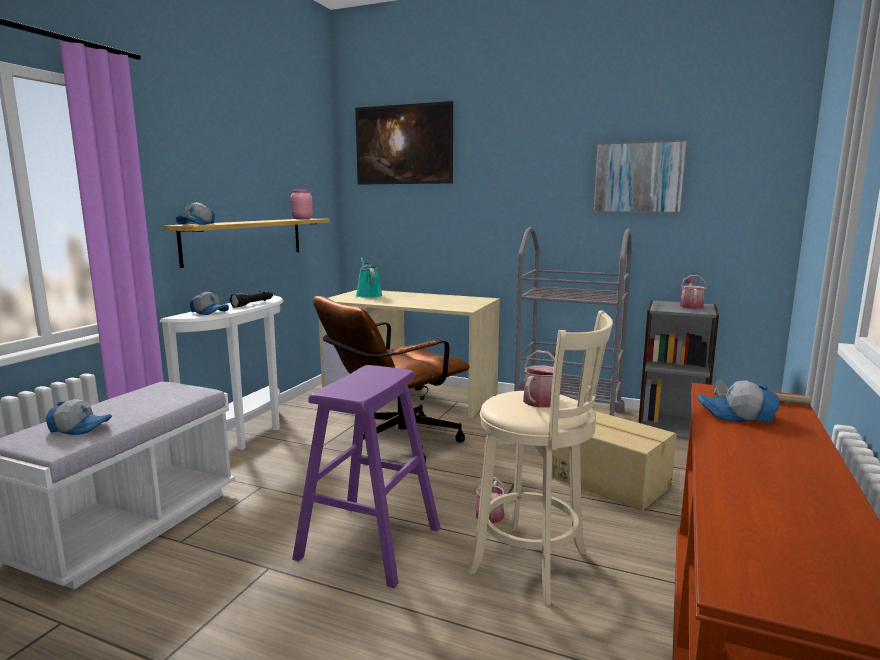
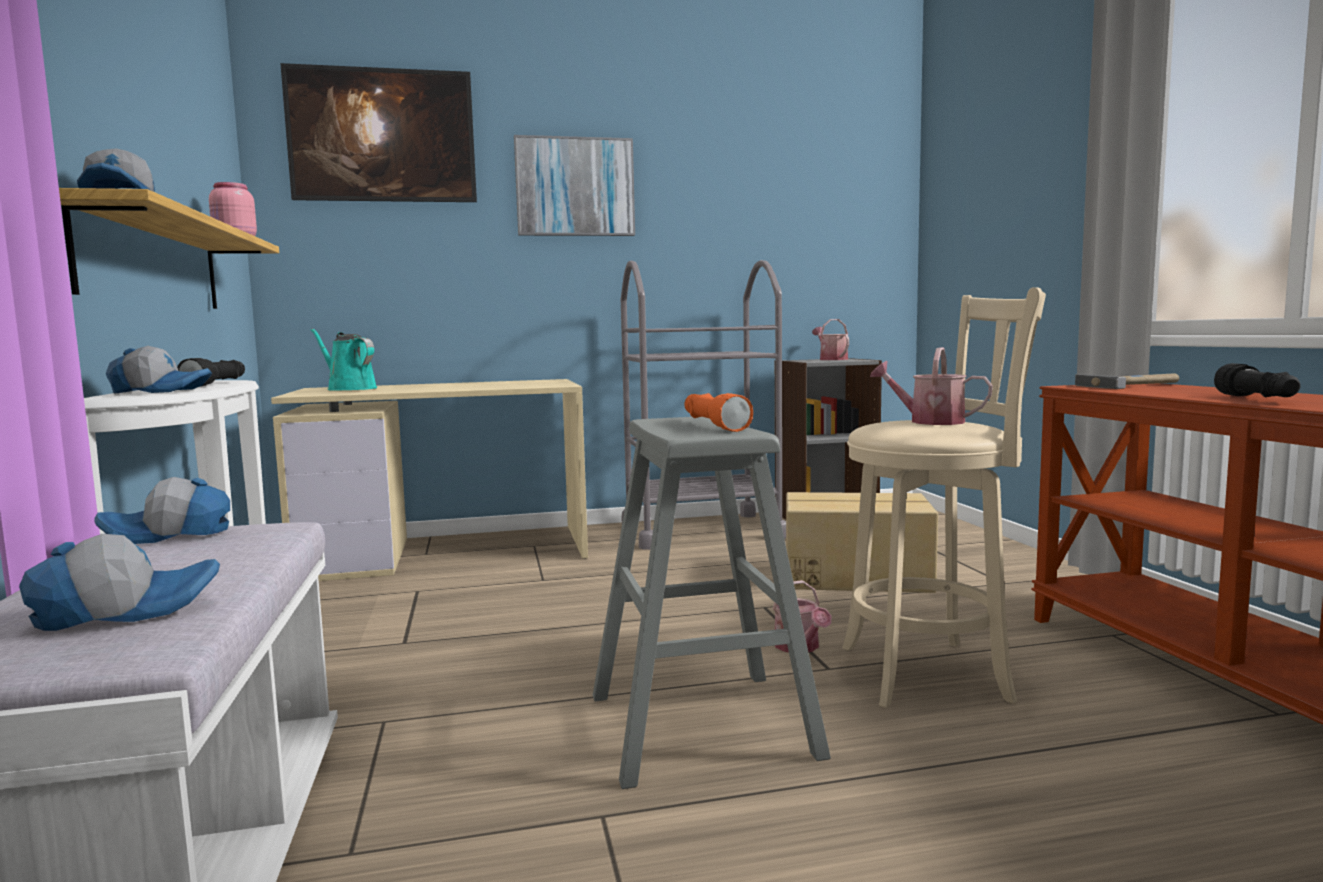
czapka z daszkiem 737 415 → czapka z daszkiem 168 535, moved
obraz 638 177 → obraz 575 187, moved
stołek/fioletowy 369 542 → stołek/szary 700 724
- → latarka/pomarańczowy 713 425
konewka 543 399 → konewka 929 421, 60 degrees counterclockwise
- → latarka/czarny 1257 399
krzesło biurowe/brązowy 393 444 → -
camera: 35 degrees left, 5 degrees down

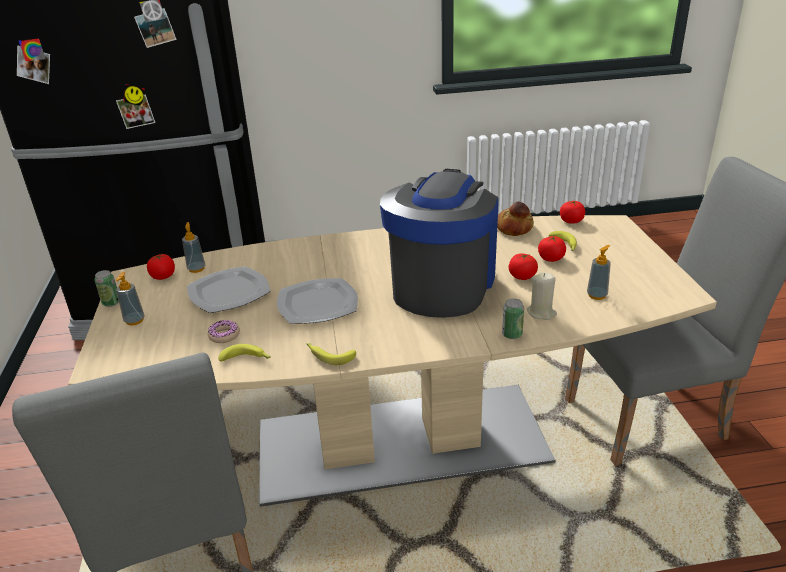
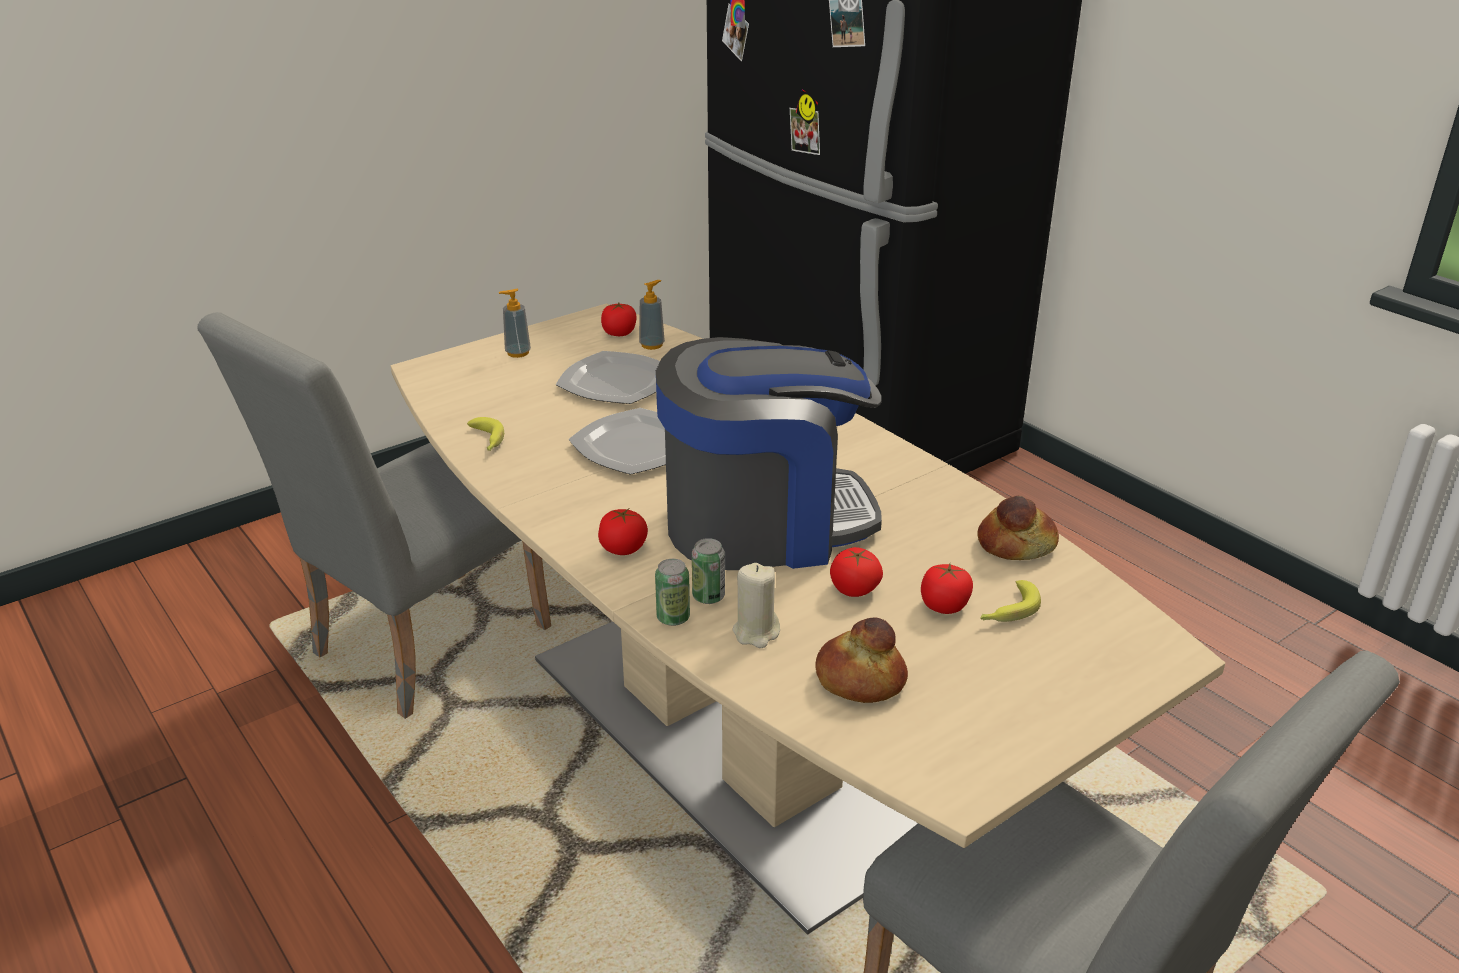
pomidor 571 221 → pomidor 623 548, moved
puszka 111 303 → puszka 708 596, moved
dozownik mydła 597 295 → chleb 859 679
donut 224 335 → -
banan 329 355 → -
camera: 60 degrees right, 0 degrees up

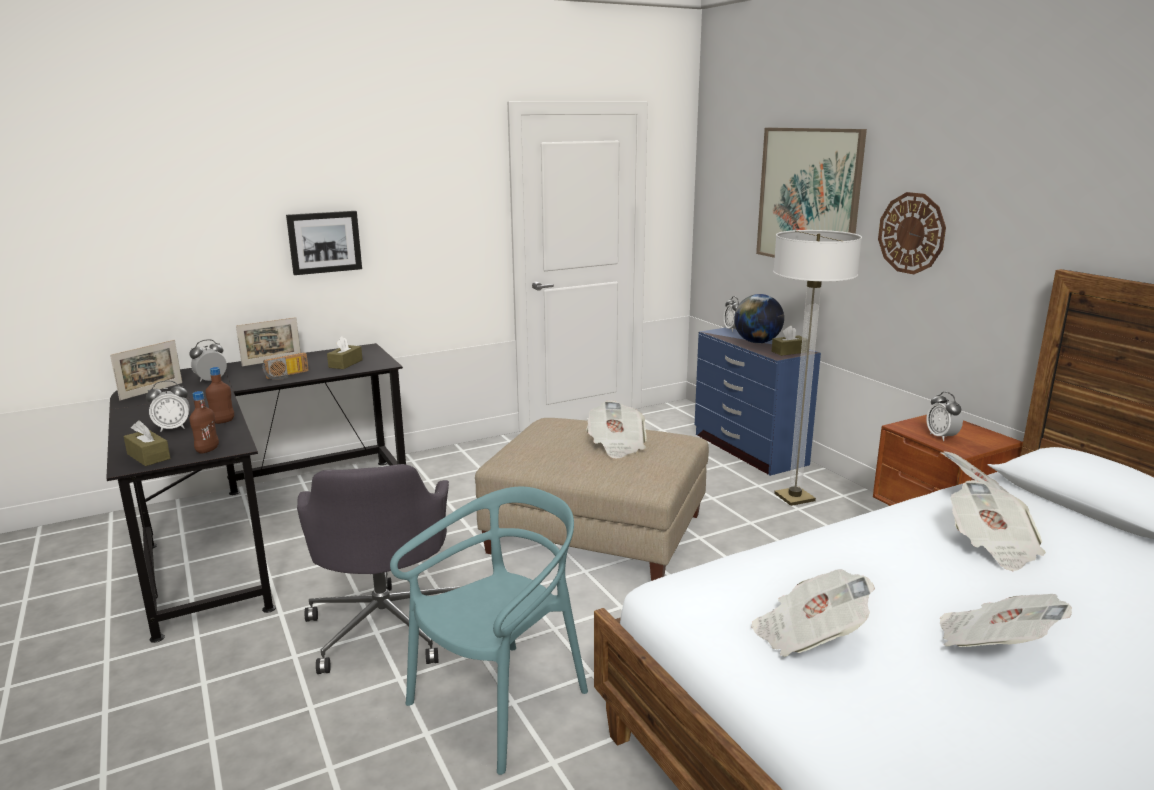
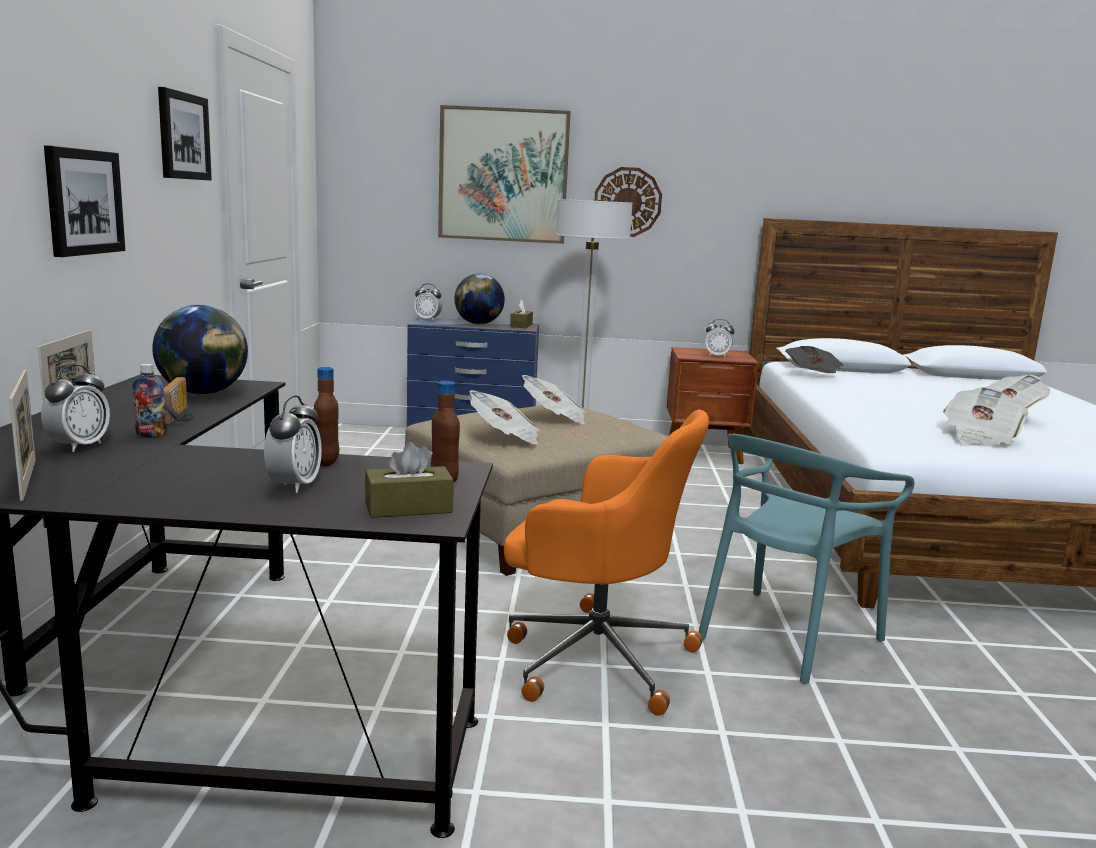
budzik 211 380 → budzik 79 446, 150 degrees counterclockwise
- → butelka 151 434
pudełko chusteczek/brązowy 345 363 → globus 203 393
- → obraz 183 136
gazeta 993 547 → gazeta 505 437, moved
krzesło biurowe/szary 385 625 → krzesło biurowe/pomarańczowy 594 657
krzesło/turkusowy 500 703 → krzesło/turkusowy 786 635, 120 degrees counterclockwise
camera: 60 degrees left, 5 degrees down

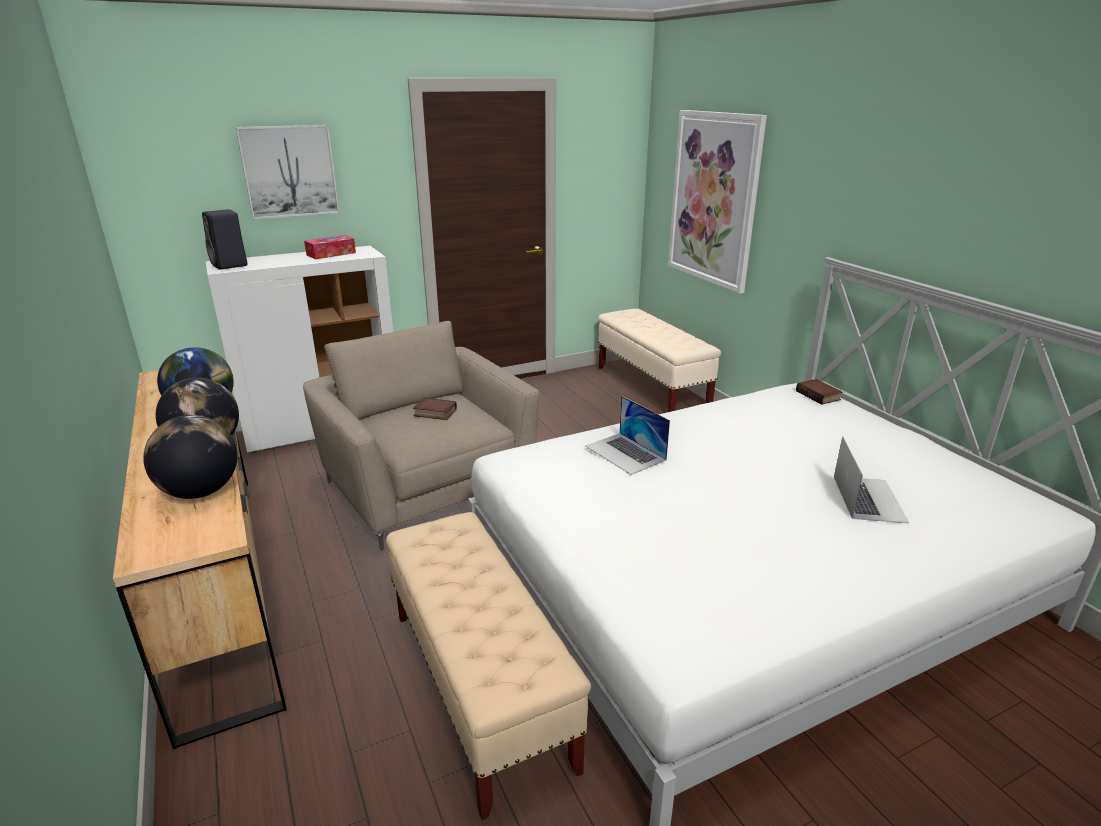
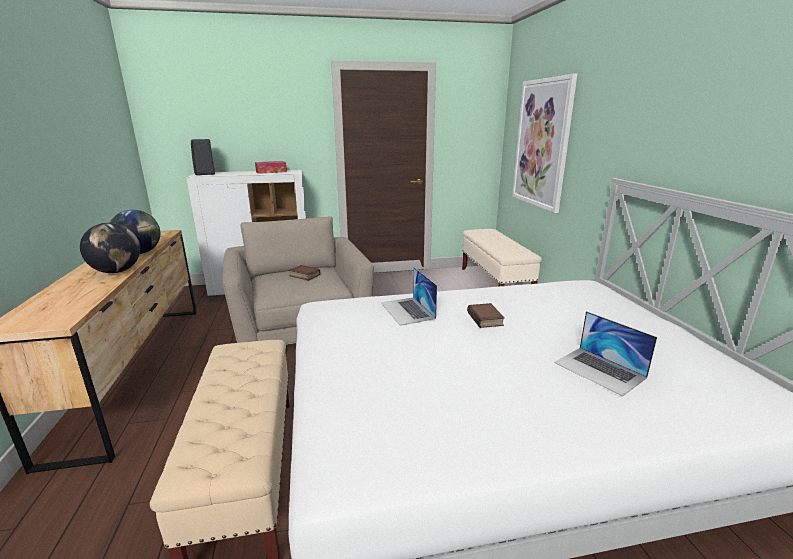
książka 819 395 → książka 486 319, moved
laptop 868 498 → laptop 599 370, 120 degrees clockwise
globus 201 492 → -
obraz 289 171 → -
camera: 15 degrees right, 5 degrees down

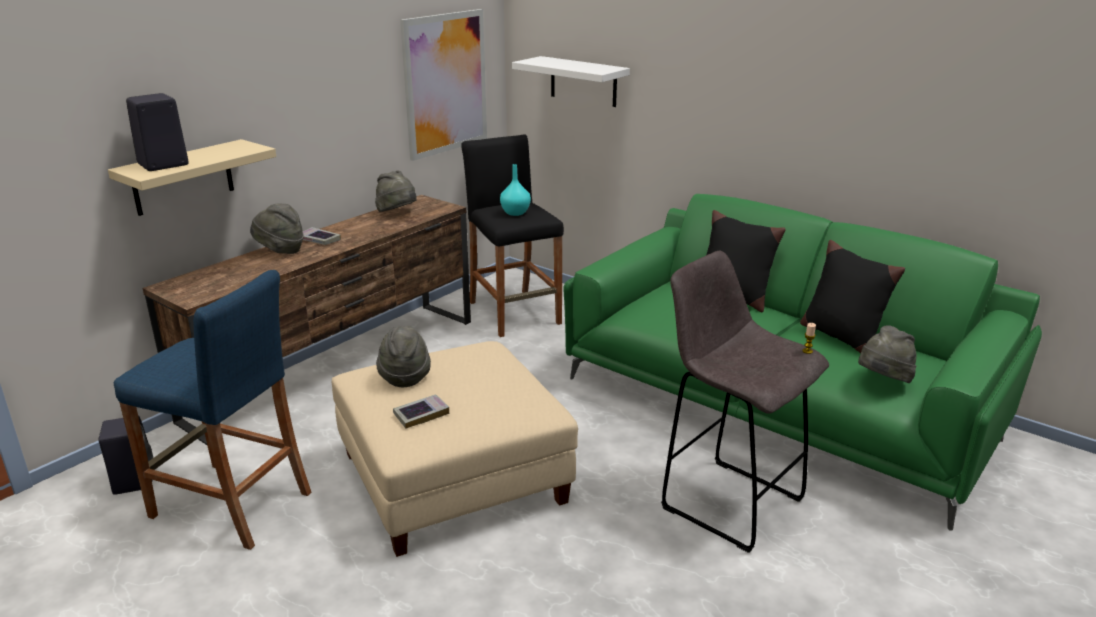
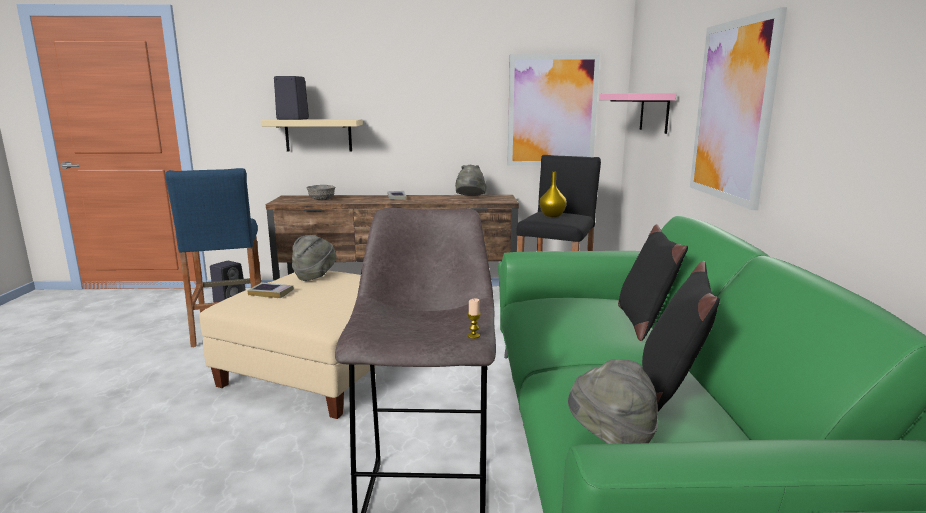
- → miska/szary 321 200
wazon/turkusowy 514 213 → wazon/żółty 552 215
półka/biały 583 81 → półka/różowy 654 112
- → obraz 733 111
kapelusz/szary 280 251 → -
camera: 50 degrees right, 10 degrees down

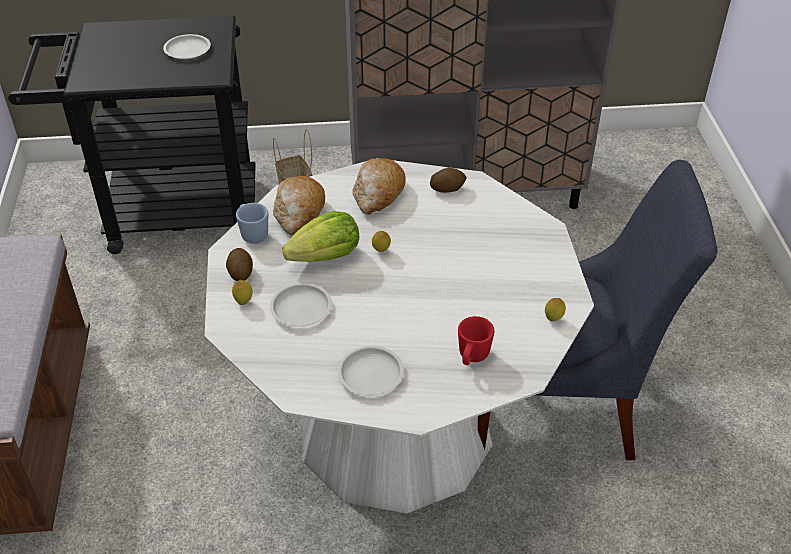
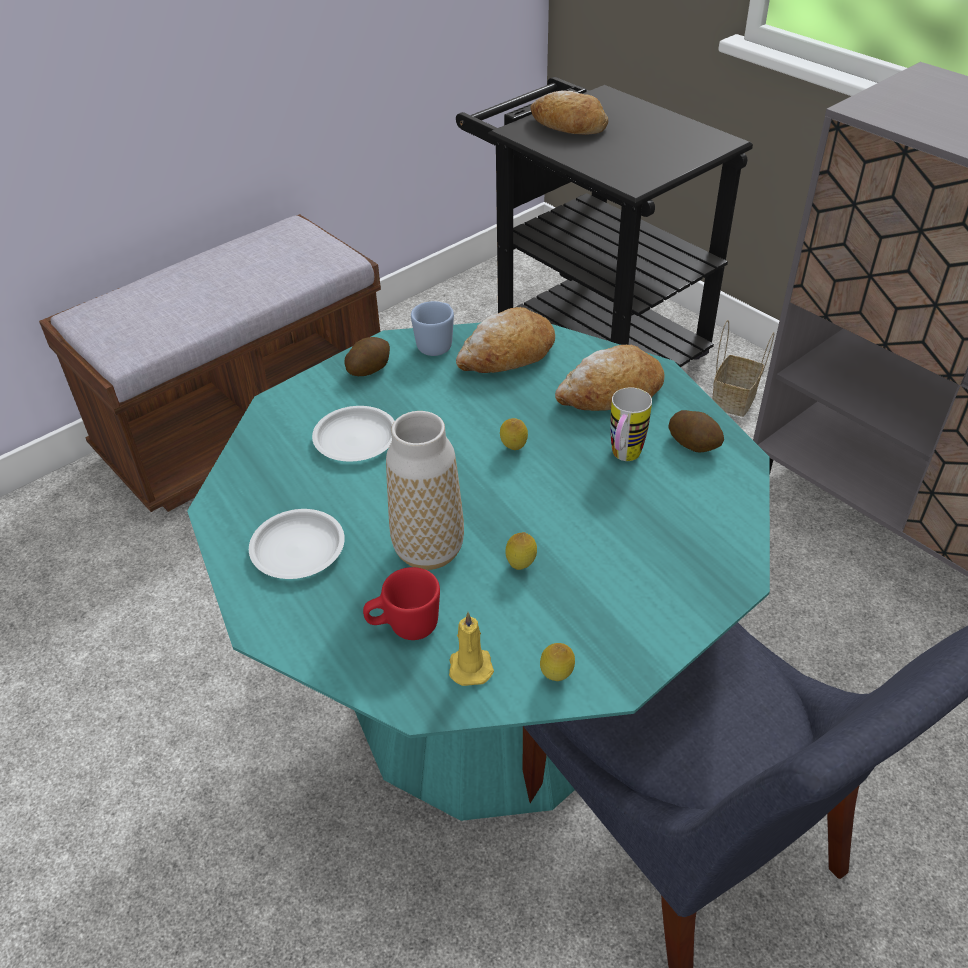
stół jadalny/biały 395 429 → stół jadalny/turkusowy 490 696
- → wazon 428 550
- → świeca/żółty 470 665
cytryna 243 302 → cytryna 521 565, moved
- → chleb 568 126
- → kubek 623 458
talerz/biały 188 50 → -
sałata 326 257 → -
camera: 55 degrees right, 0 degrees up

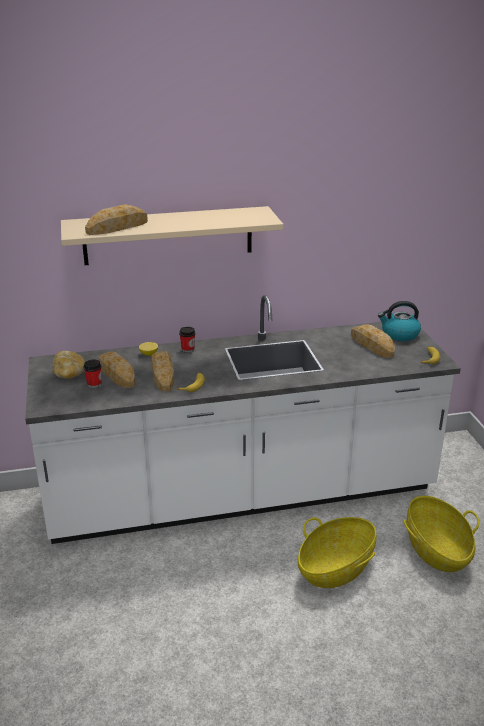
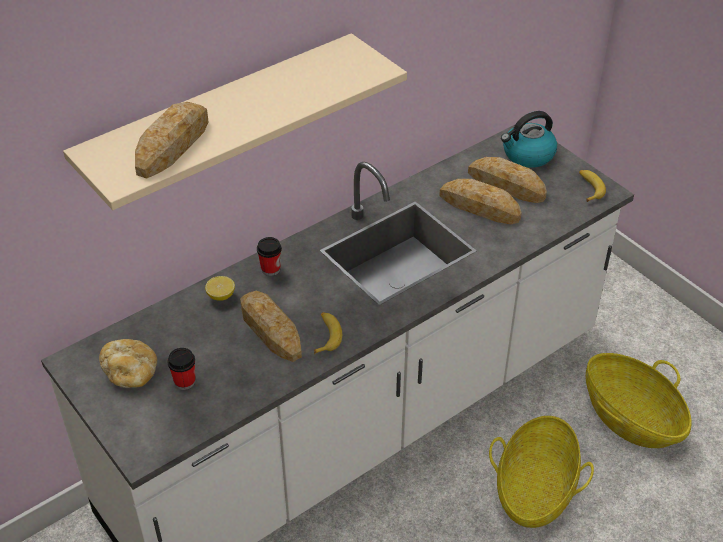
chleb 116 373 → chleb 479 206, moved
camera: 25 degrees left, 15 degrees up

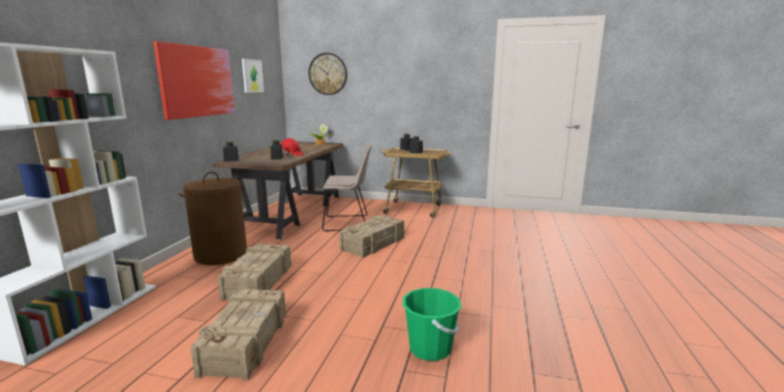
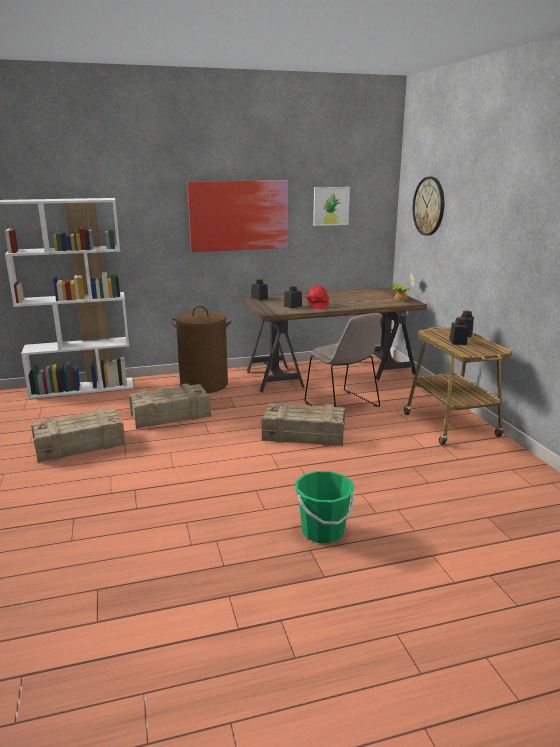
wiadro/zielony 430 348 → wiadro/zielony 323 531, moved
camera: 60 degrees right, 5 degrees up

